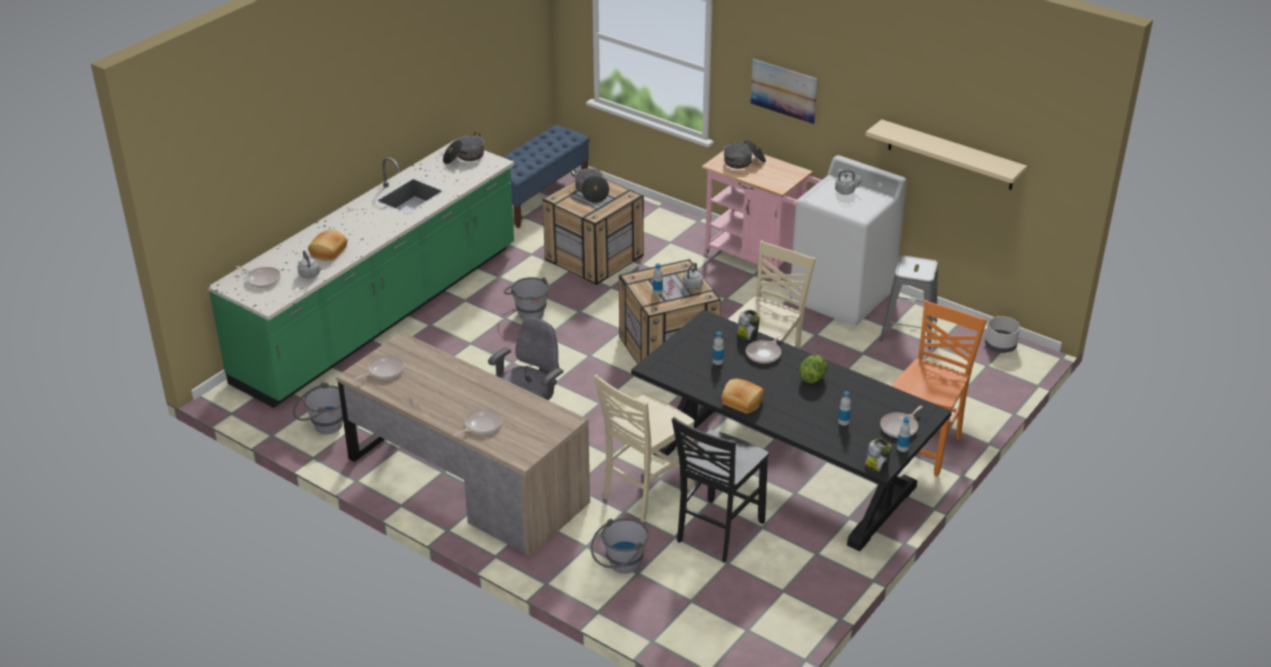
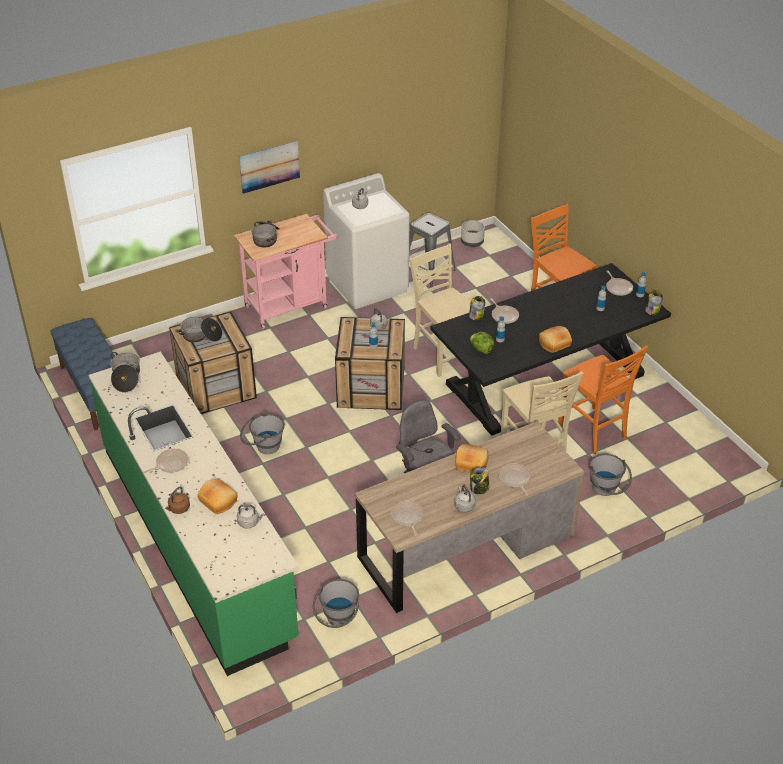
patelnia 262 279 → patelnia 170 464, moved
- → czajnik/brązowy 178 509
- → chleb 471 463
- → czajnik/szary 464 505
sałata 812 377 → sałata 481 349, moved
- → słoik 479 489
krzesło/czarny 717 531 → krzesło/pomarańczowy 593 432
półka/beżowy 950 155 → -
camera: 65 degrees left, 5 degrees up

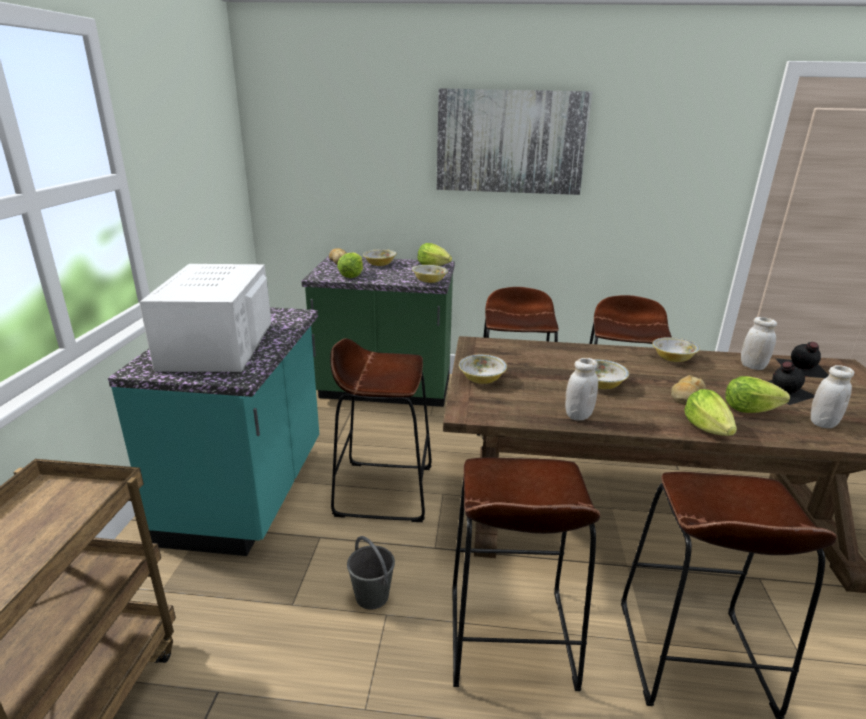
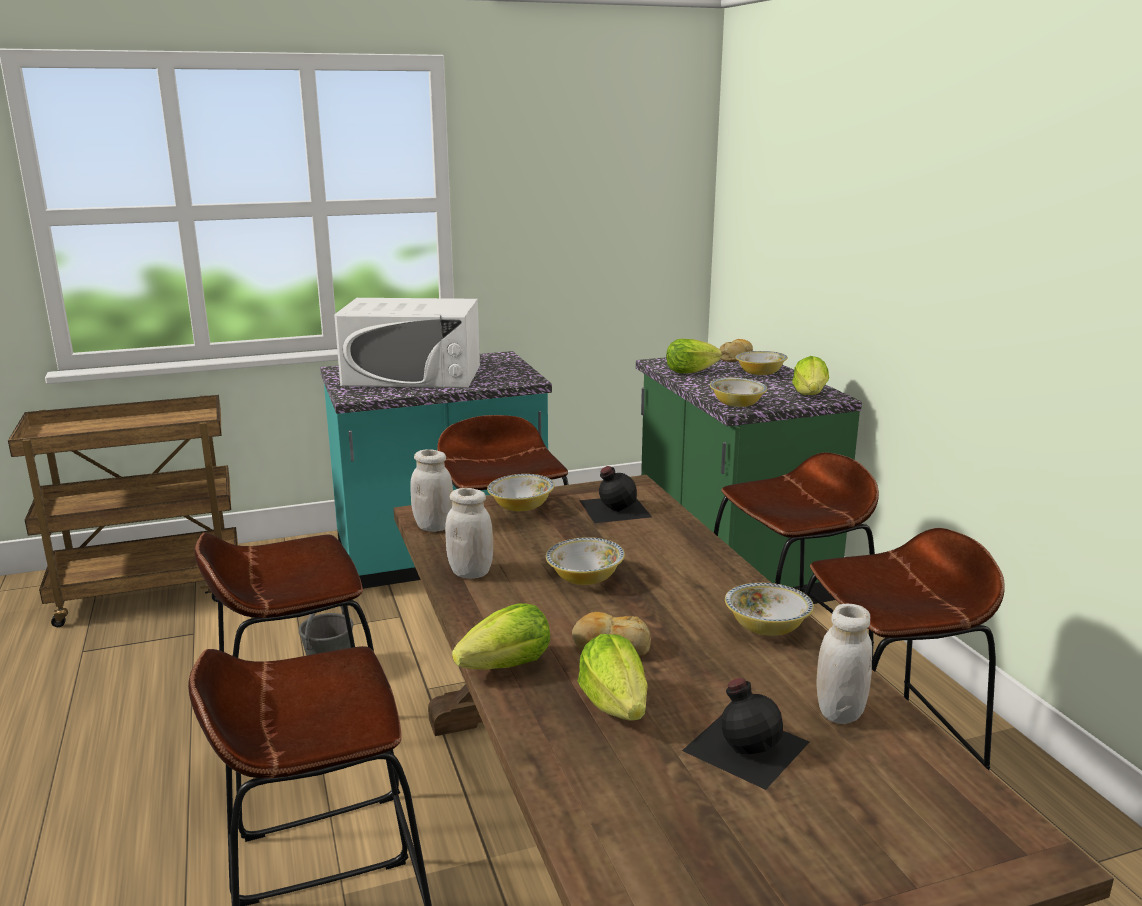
mikrofalówka/biały 217 345 → mikrofalówka/biały 413 375, 150 degrees counterclockwise
słoik/biały 822 423 → słoik/biały 434 526, moved
butelka/czarny 802 368 → butelka/czarny 613 508, moved
obraz 510 142 → -
camera: 65 degrees right, 5 degrees down

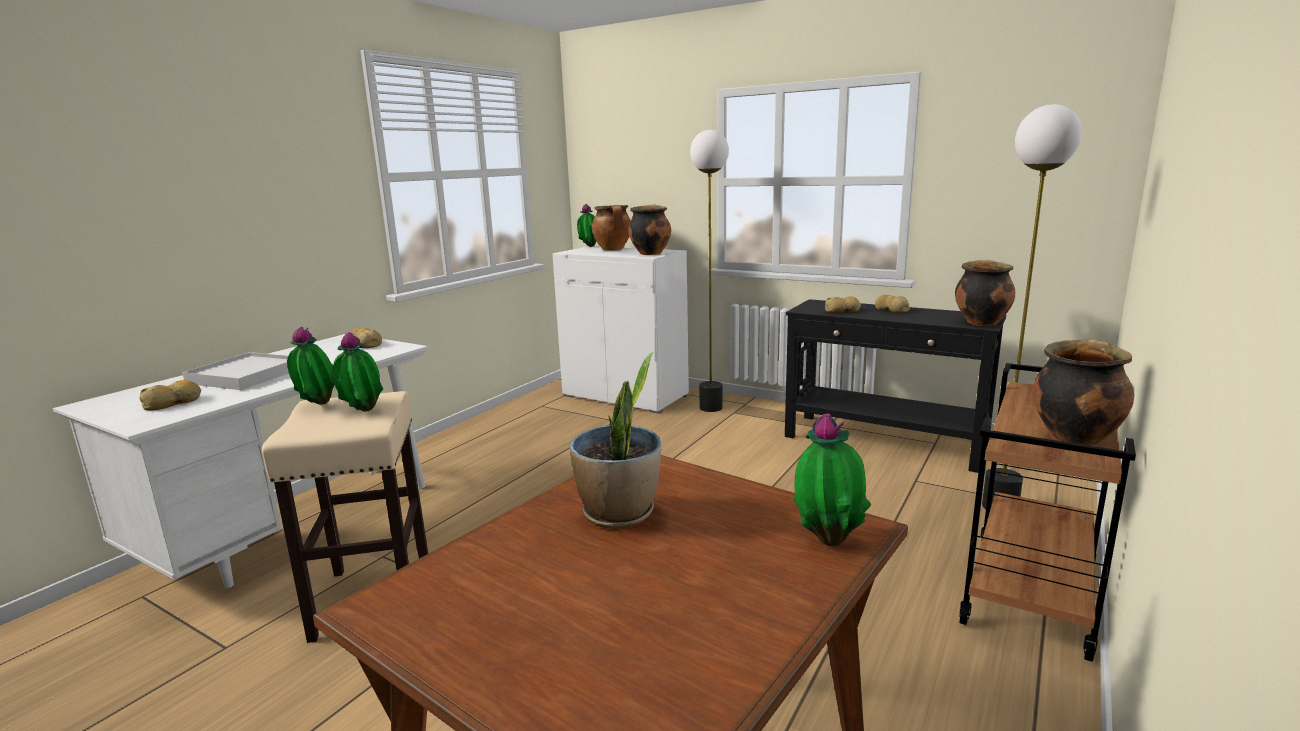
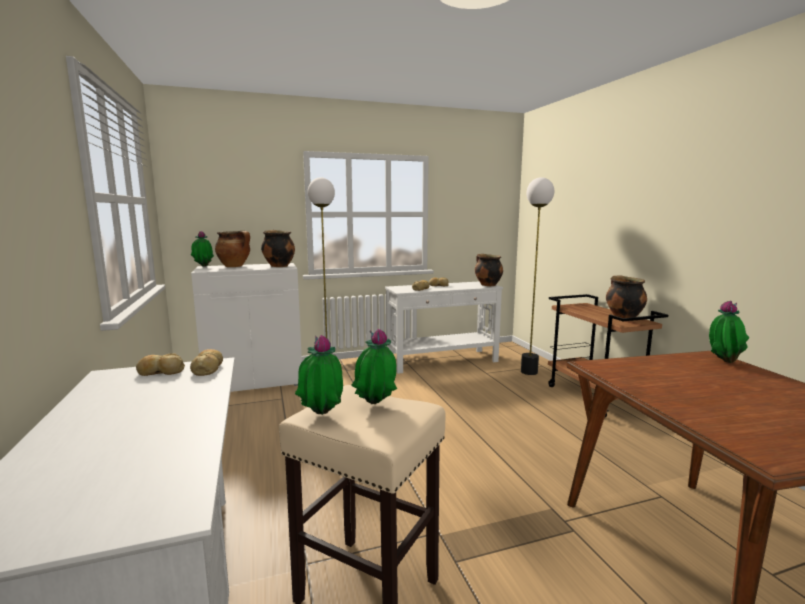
chleb 173 403 → chleb 208 368, moved
stolik konsolowy/czarny 884 442 → stolik konsolowy/biały 443 361
taca/biały 247 375 → -
roślina doniczkowa 619 514 → -
camera: 50 degrees left, 5 degrees down

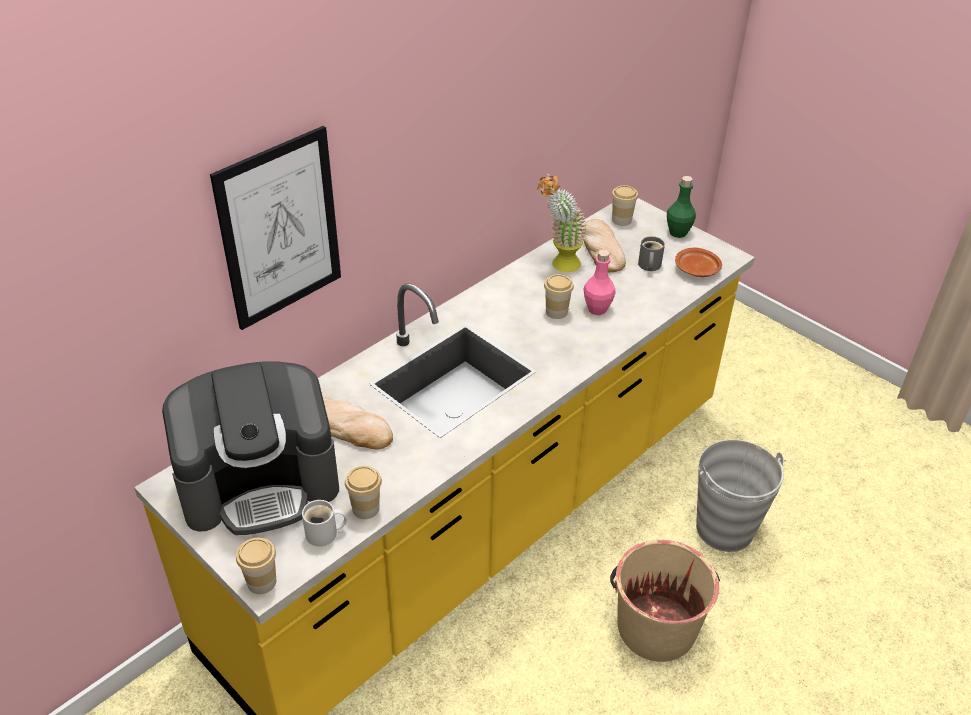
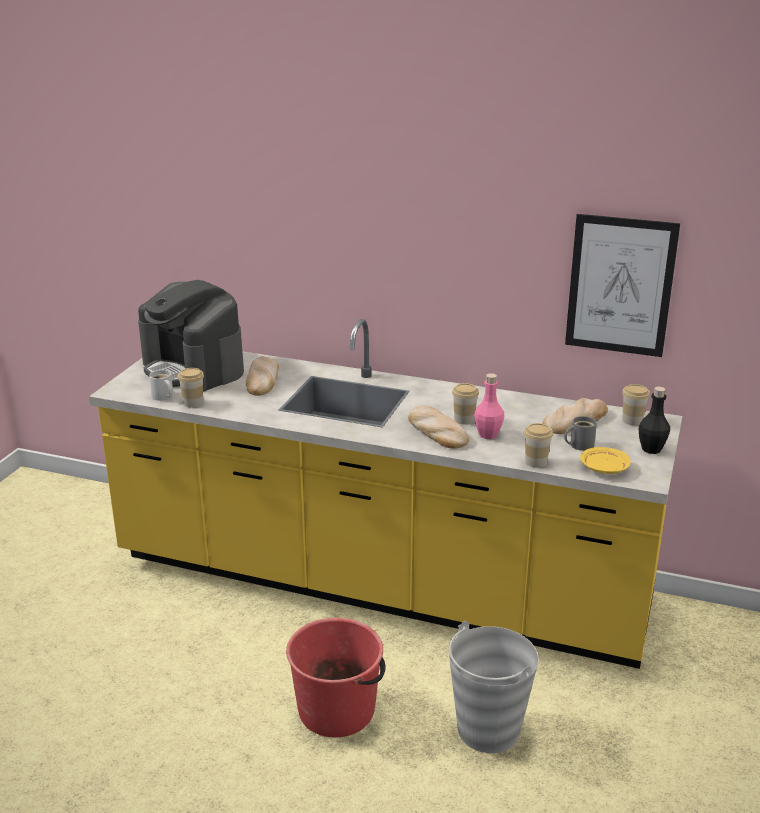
wiadro/beżowy 655 627 → wiadro/czerwony 337 710
- → chleb 436 431
filiżanka 261 582 → filiżanka 536 462, moved
obraz 280 229 → obraz 620 285, moved
talerz/brązowy 697 270 → talerz/żółty 603 468
butelka/zielony 678 232 → butelka/czarny 651 449
roślina doniczkowa 559 265 → -
camera: 65 degrees right, 15 degrees down

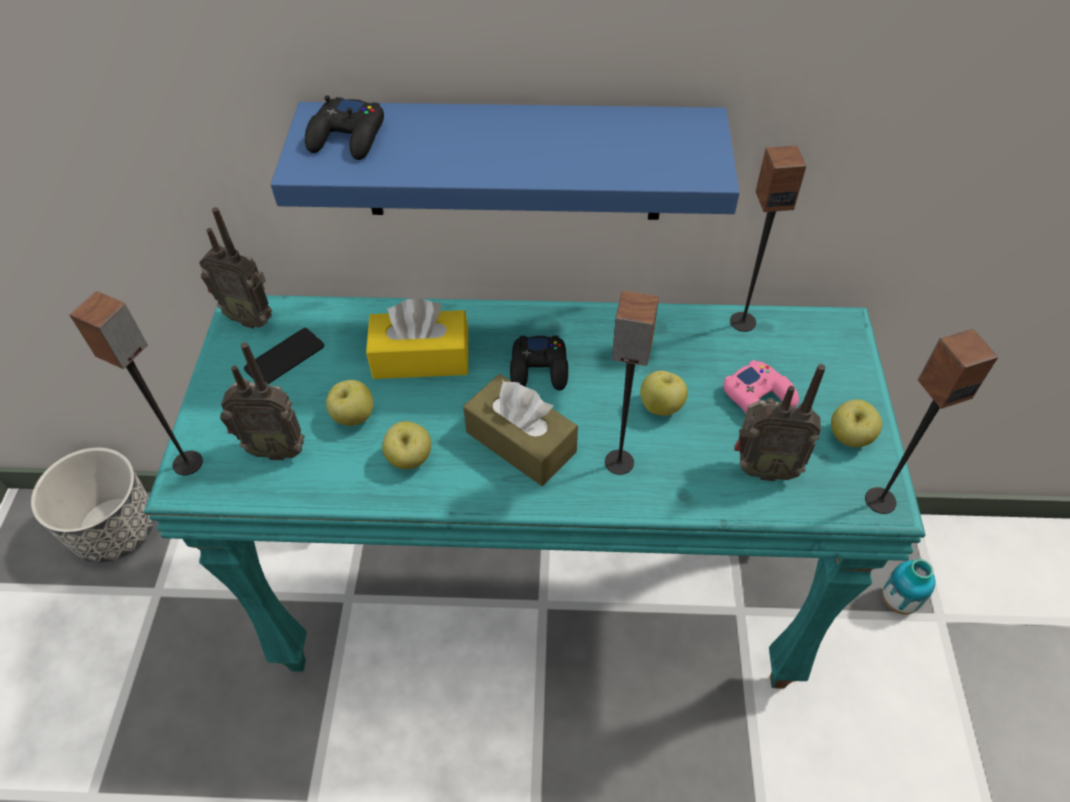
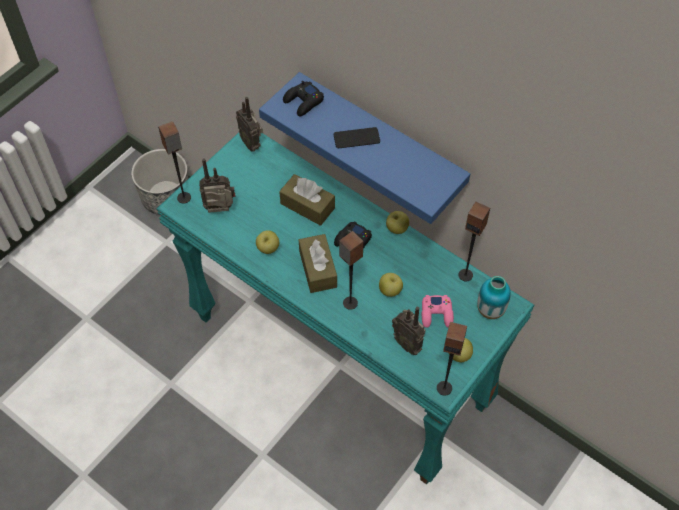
radio 276 448 → radio 220 211, 135 degrees clockwise
pudełko chusteczek/żółty 421 358 → pudełko chusteczek/brązowy 307 206
telefon 284 358 → telefon 356 138, moved
jabłko 353 417 → jabłko 396 229, moved
wazon 898 601 → wazon 490 310, moved
camera: 35 degrees right, 5 degrees up

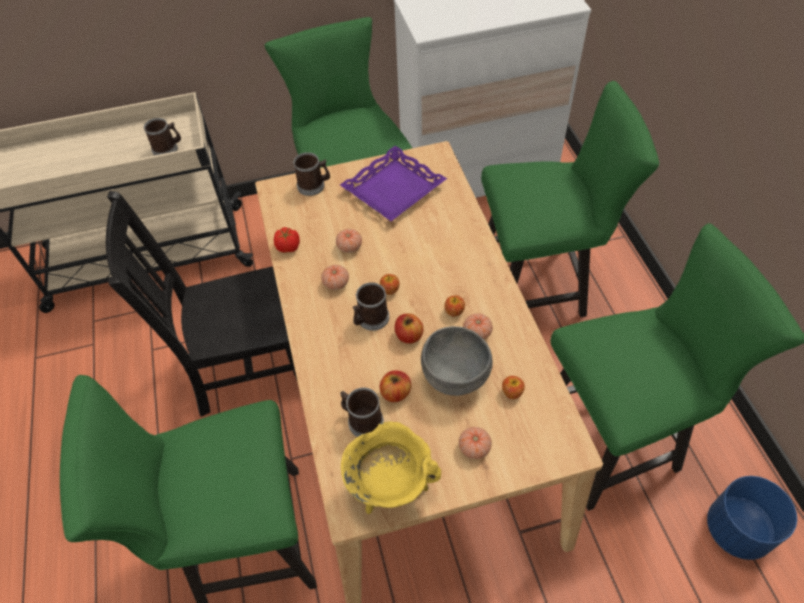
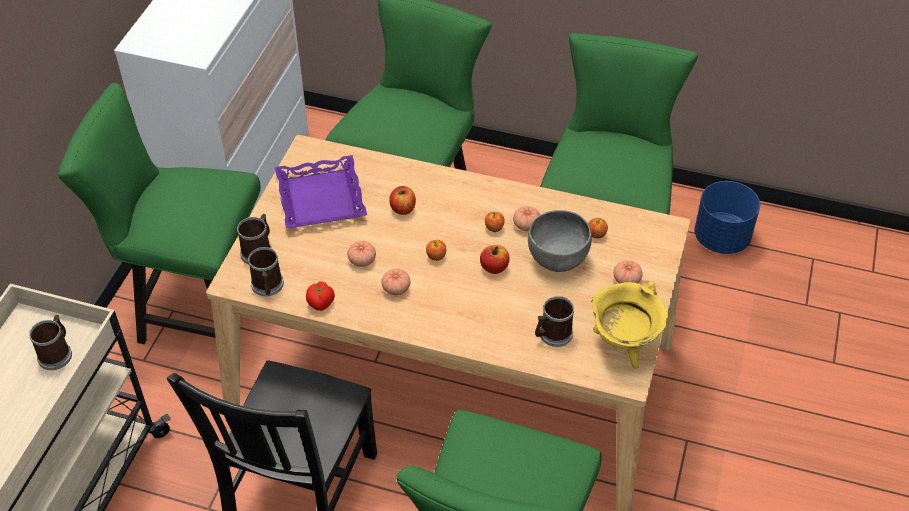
kubek 370 319 → kubek 267 287, moved
jabłko 395 393 → jabłko 403 208, moved
camera: 60 degrees left, 5 degrees down

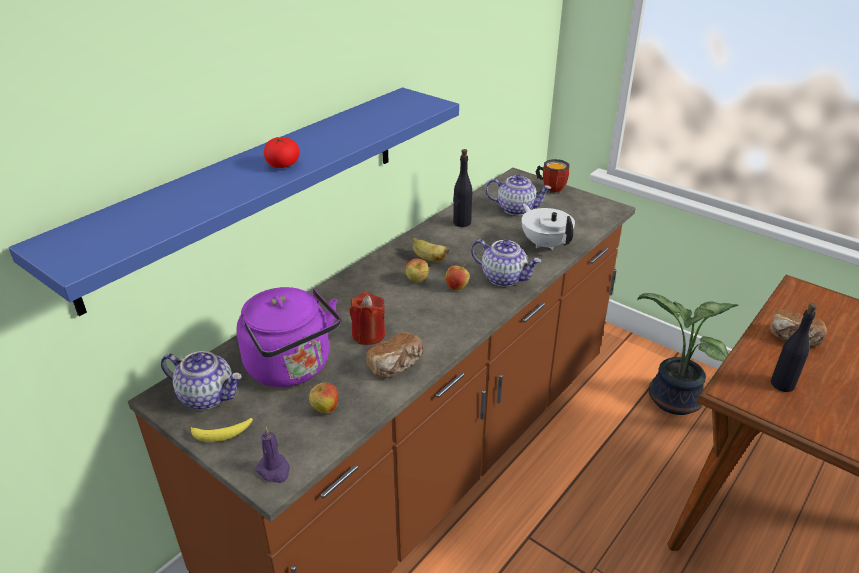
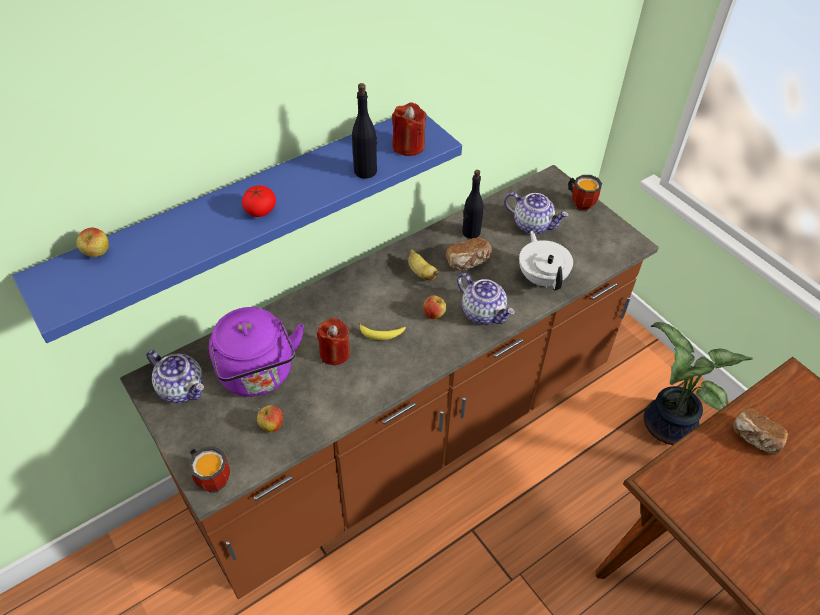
jabłko 417 281 → jabłko 97 254, moved
świeca/fioletowy 274 470 → kubek 213 477
butelka/czarny 782 384 → butelka/czarny 366 171, moved
banan 222 433 → banan 381 334, moved
- → świeca/czerwony 408 146
chleb 396 366 → chleb 468 262, moved
camera: 15 degrees right, 15 degrees up

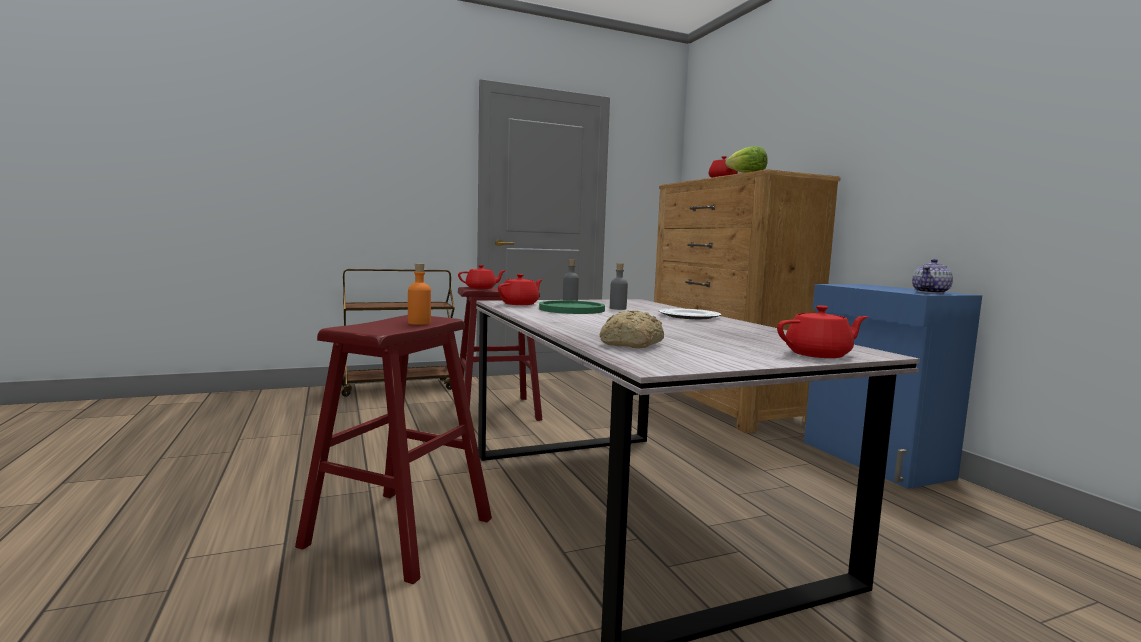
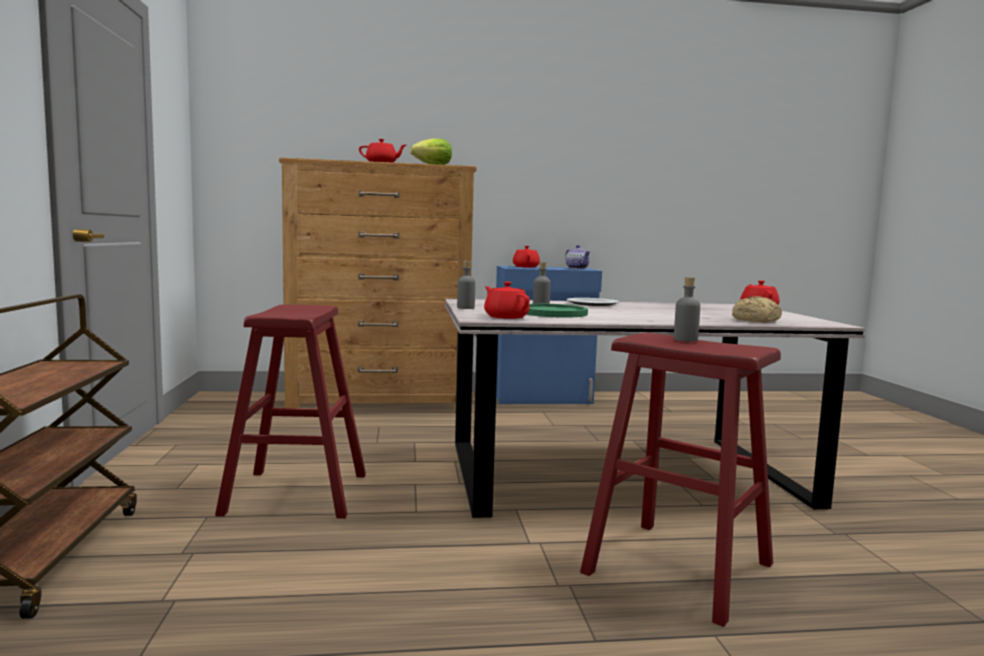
imbryk/czerwony 481 288 → imbryk/czerwony 526 267, moved
butelka/pomarańczowy 419 323 → butelka/szary 685 339
camera: 75 degrees left, 0 degrees up

